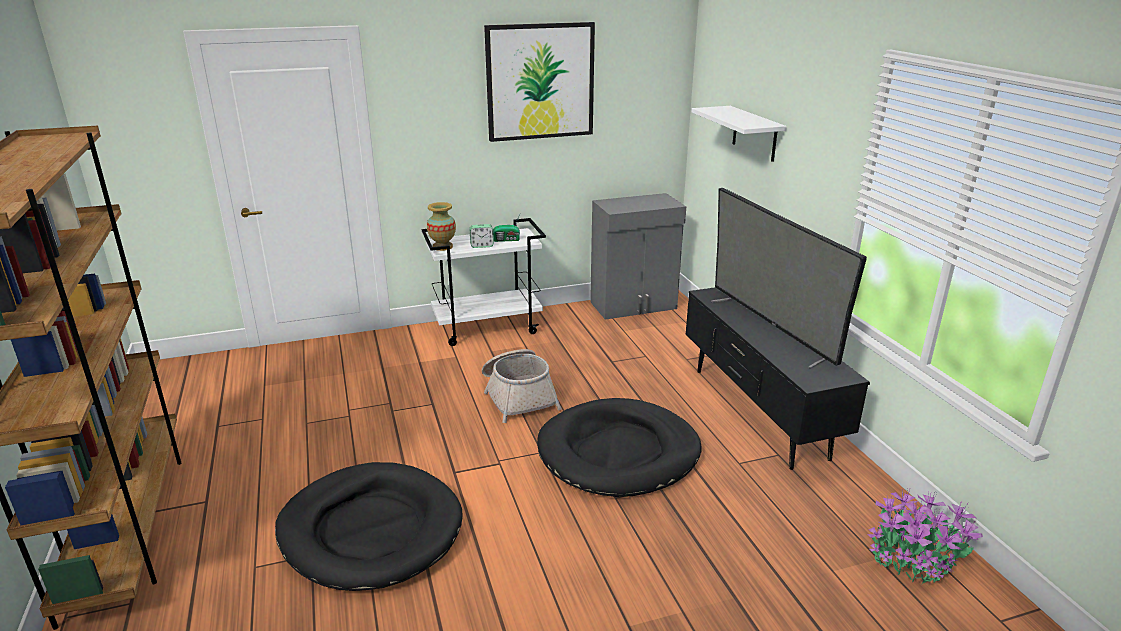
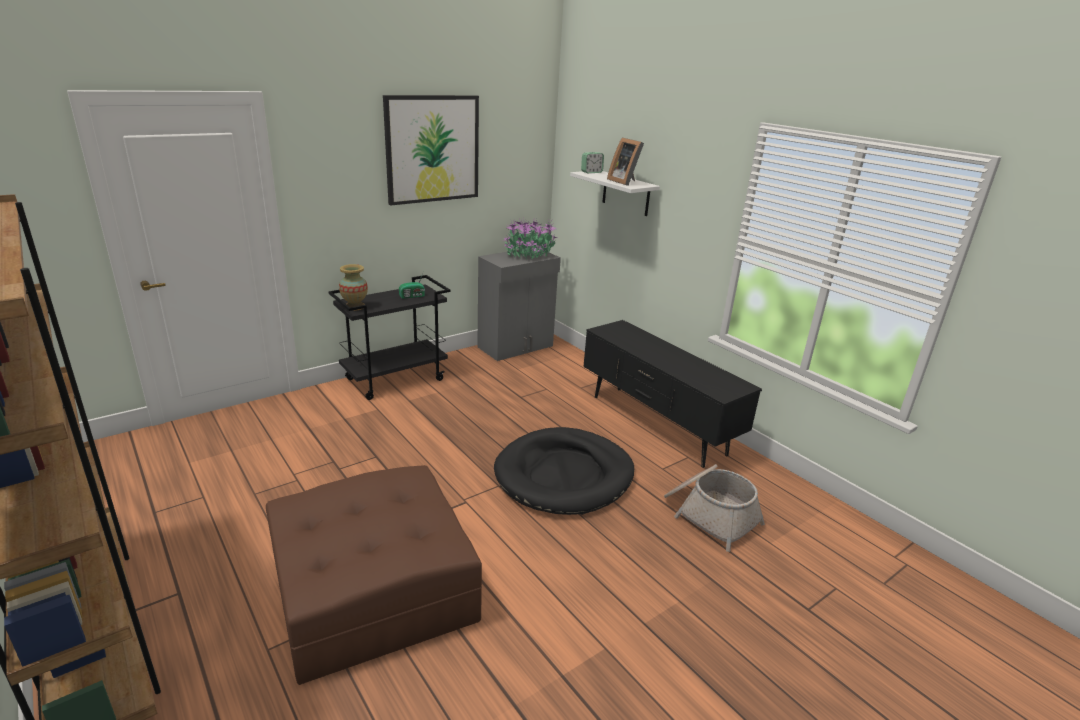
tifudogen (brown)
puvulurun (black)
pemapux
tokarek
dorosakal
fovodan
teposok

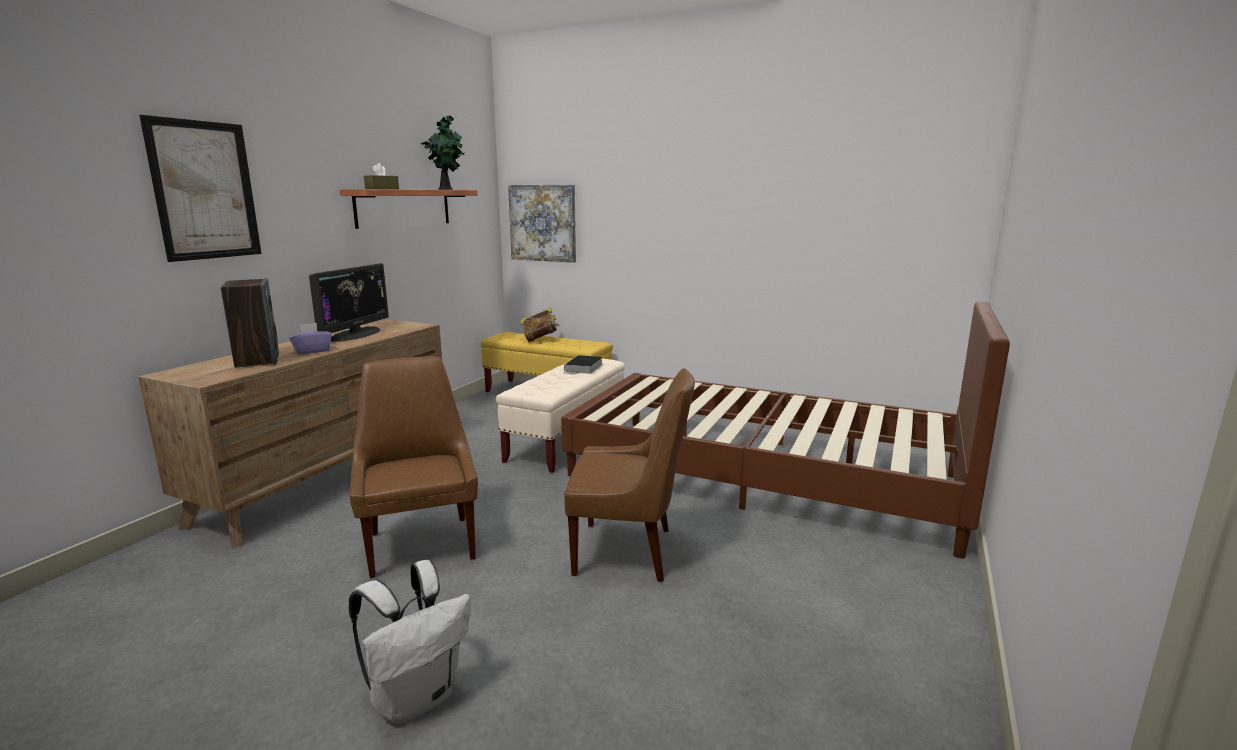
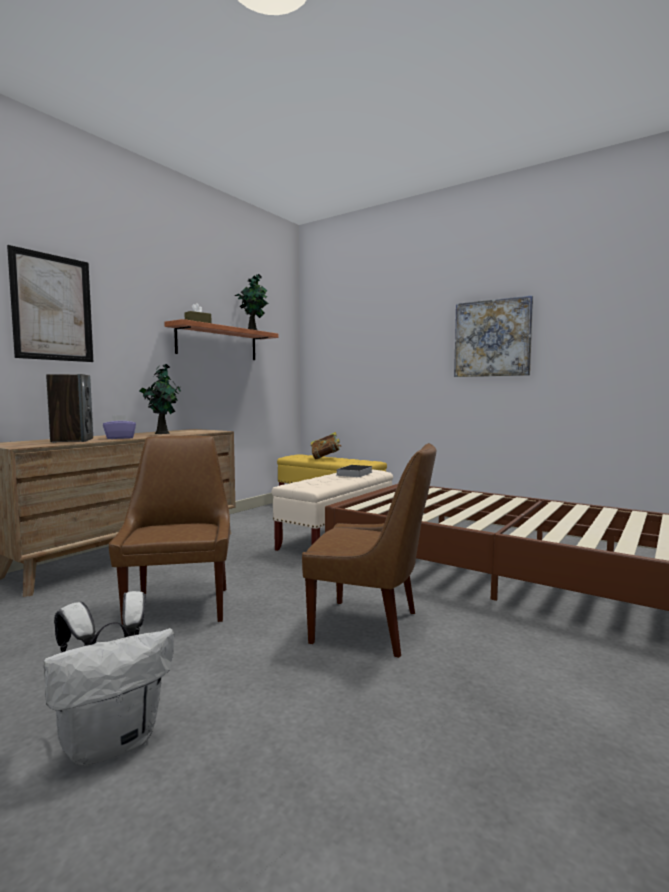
pemapux (1st from left)
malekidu (2nd from left)

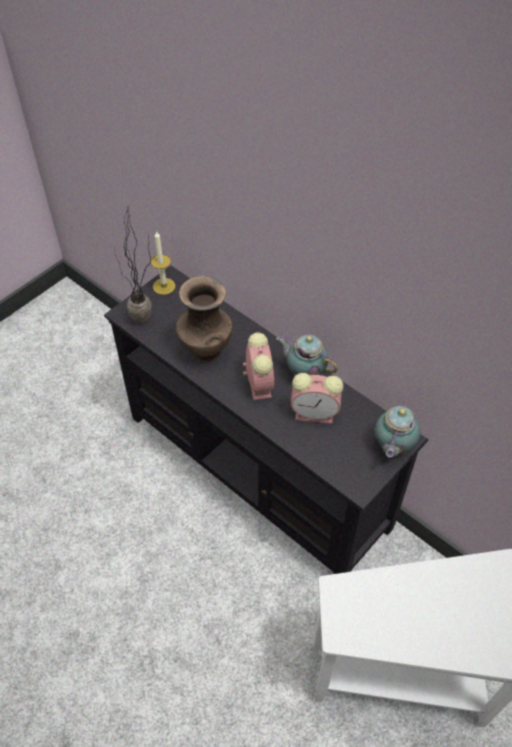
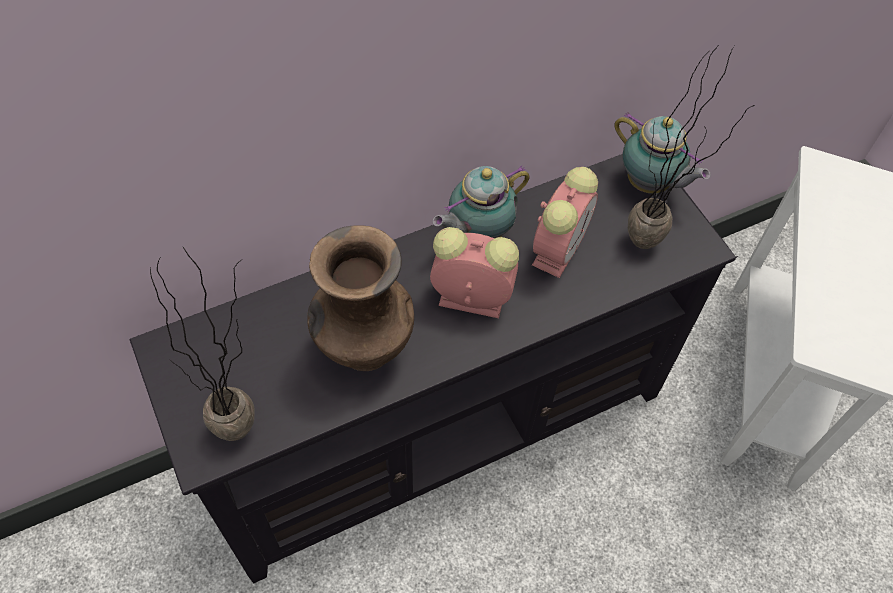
pemapux (2nd from left)
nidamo

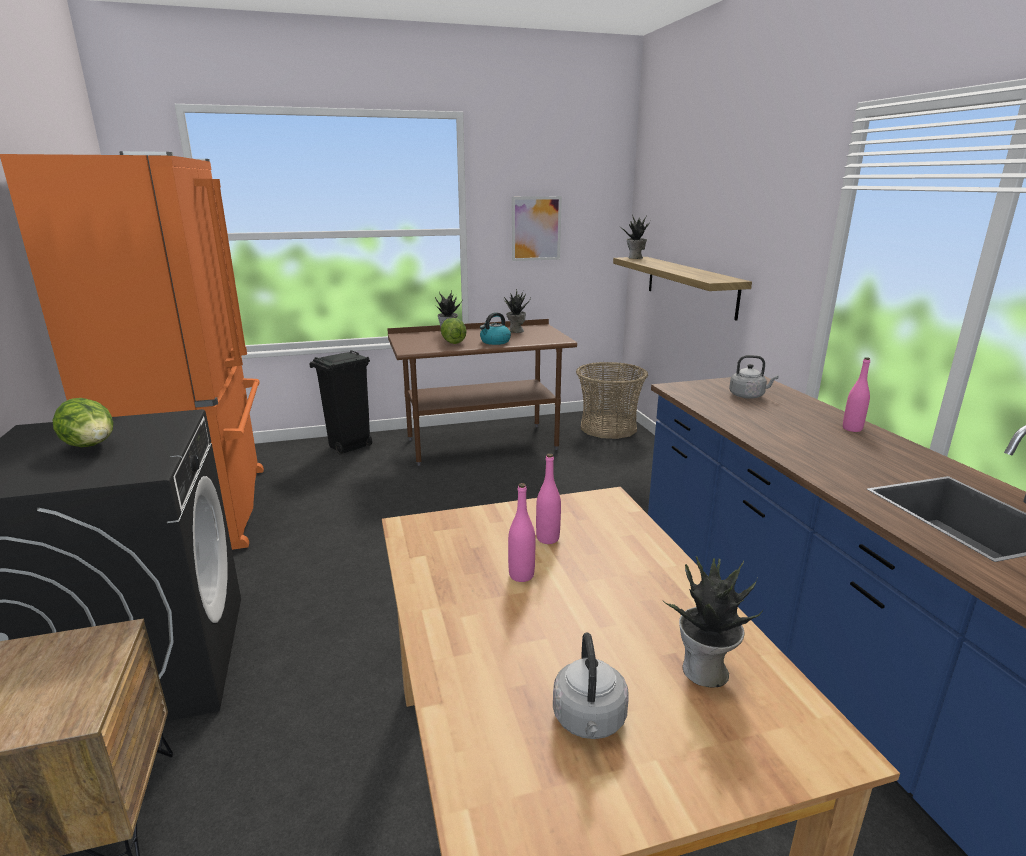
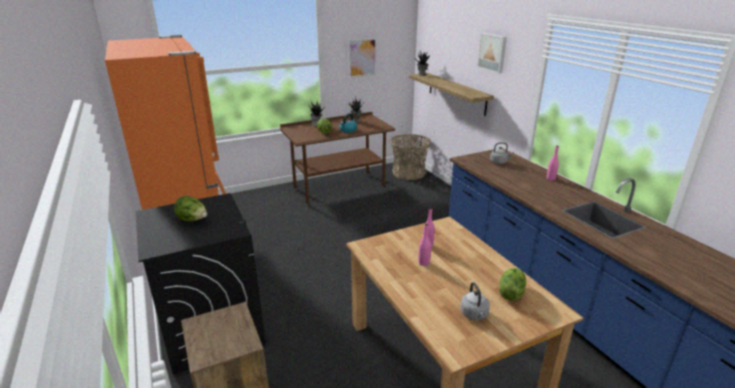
malekidu (2nd from left)
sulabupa (3rd from left)
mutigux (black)

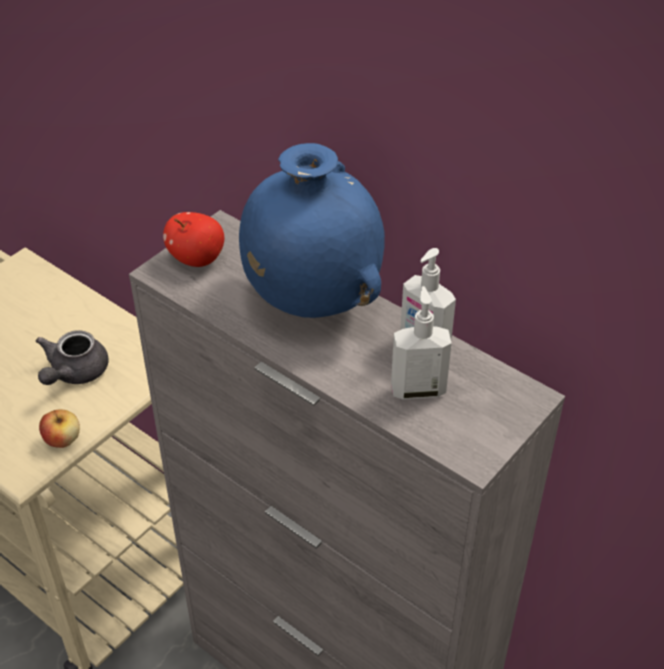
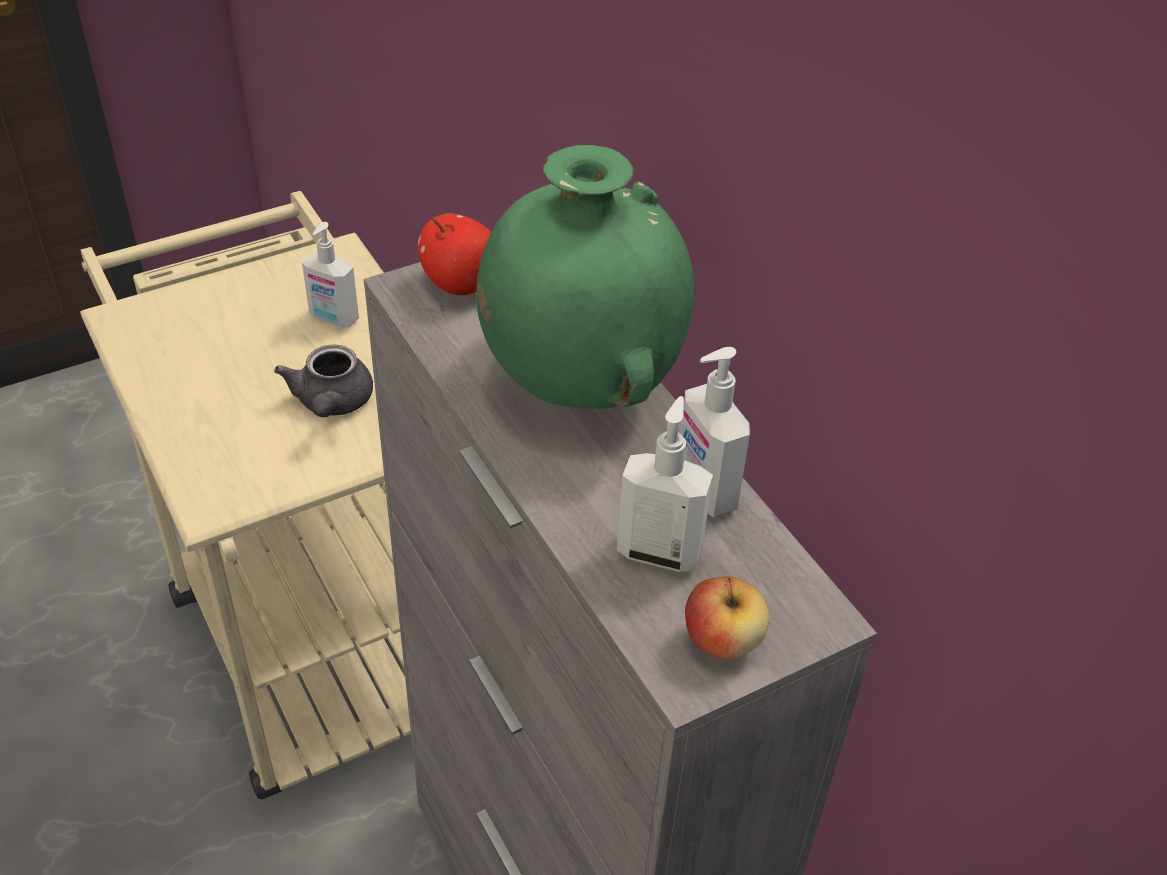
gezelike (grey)
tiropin (1st from left)
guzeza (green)
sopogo (2nd from left)

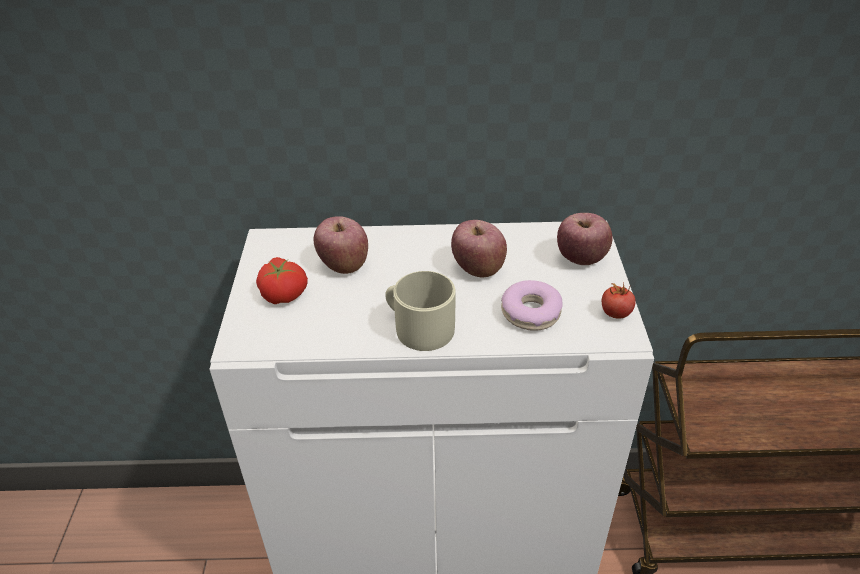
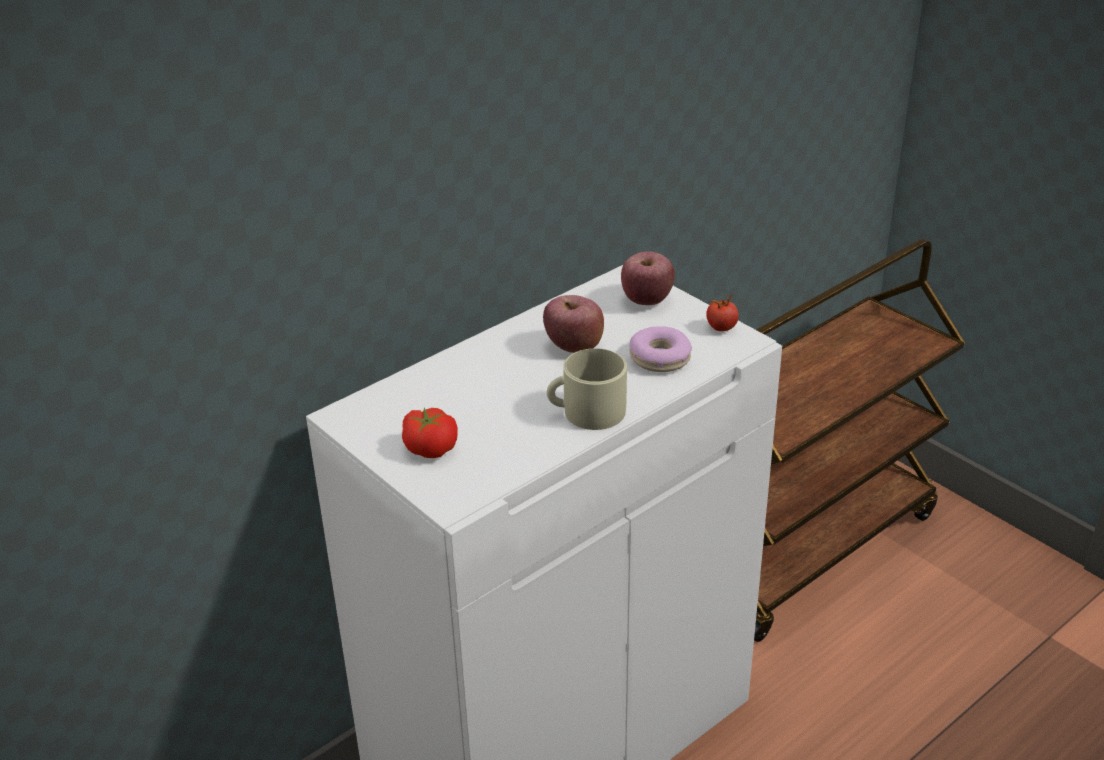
sopogo (1st from left in the first image)

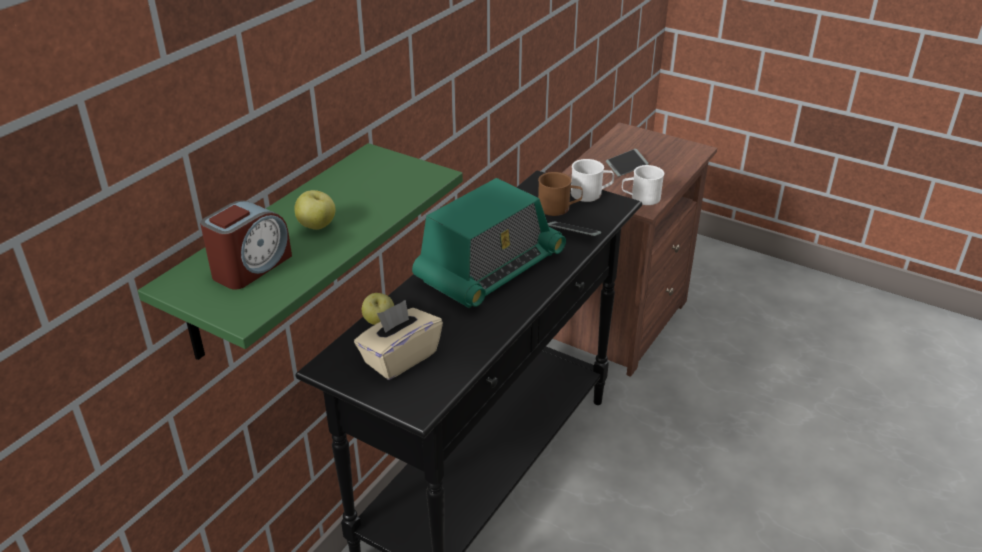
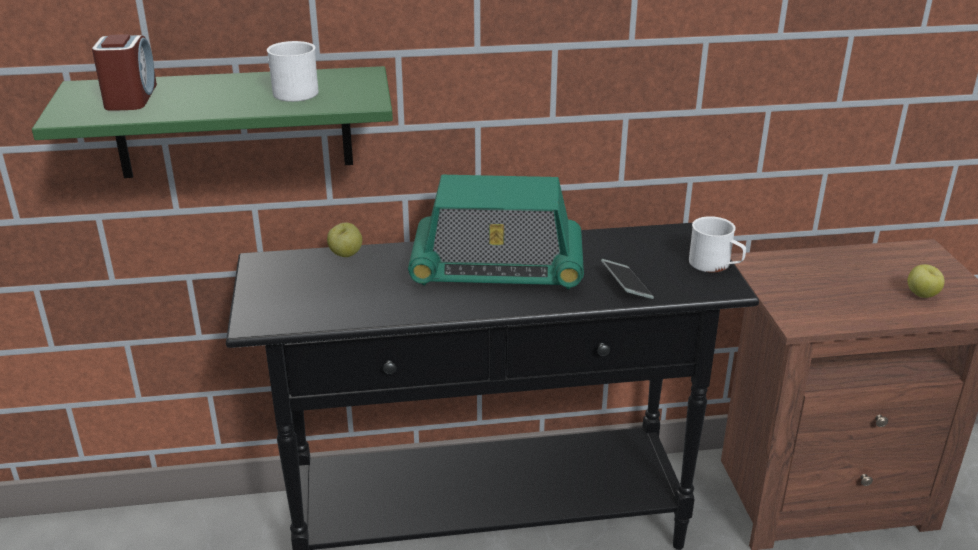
tokarek
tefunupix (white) (1st from left)
sopogo (2nd from left)
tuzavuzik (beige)
tefunupix (brown)
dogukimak (2nd from left in the first image)

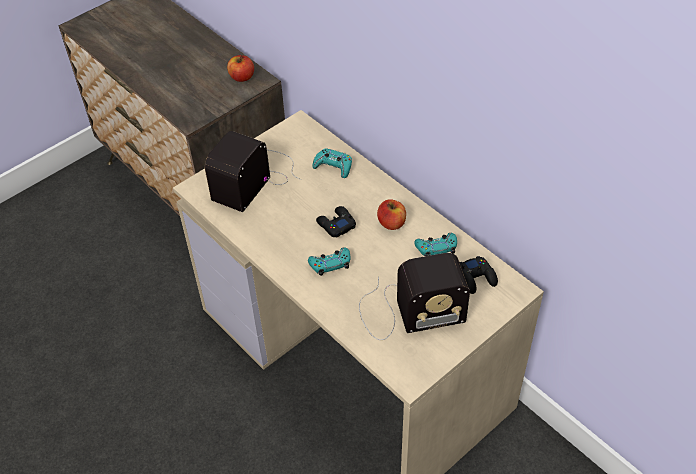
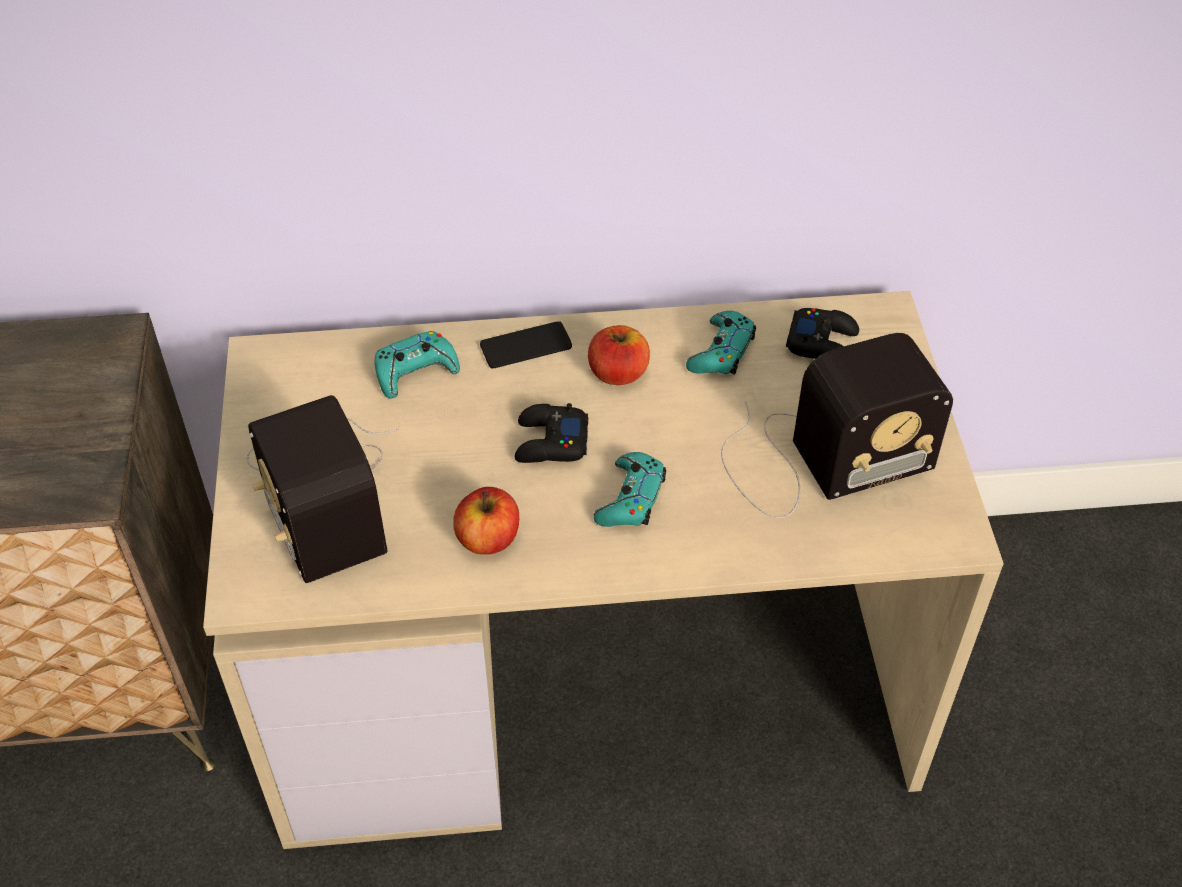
sopogo (1st from left)
dogukimak
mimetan (2nd from left)

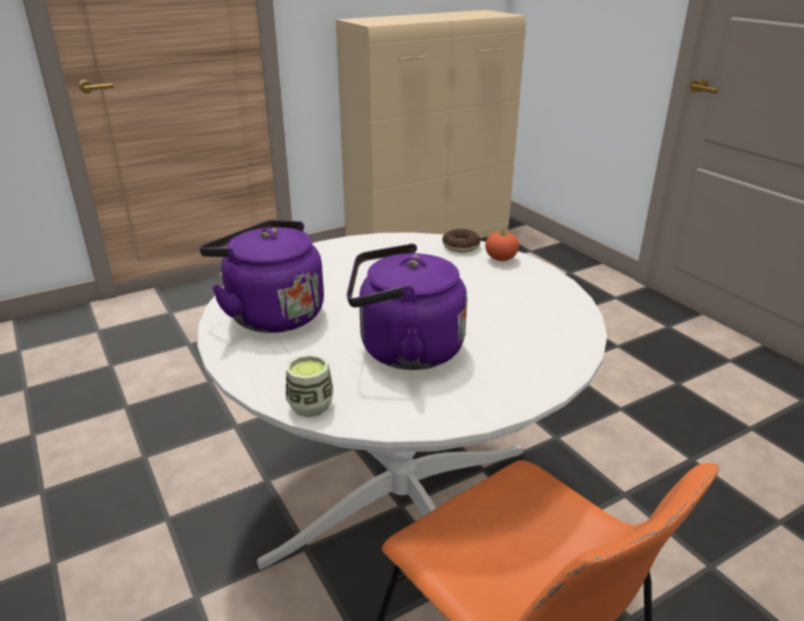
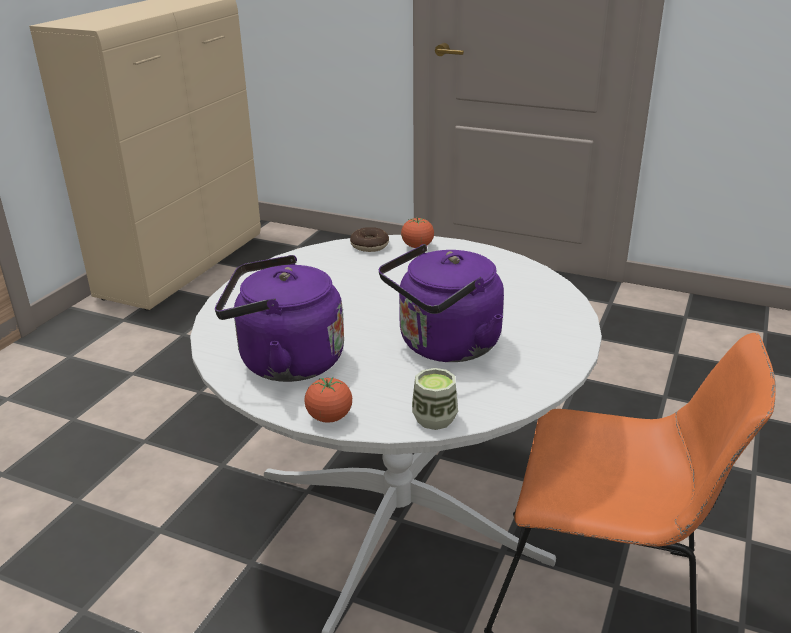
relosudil (1st from left)

